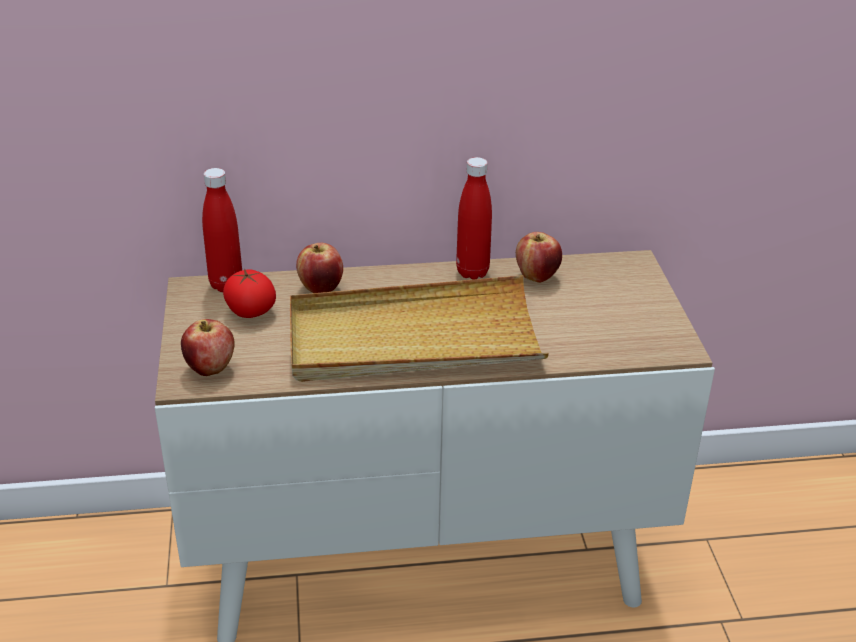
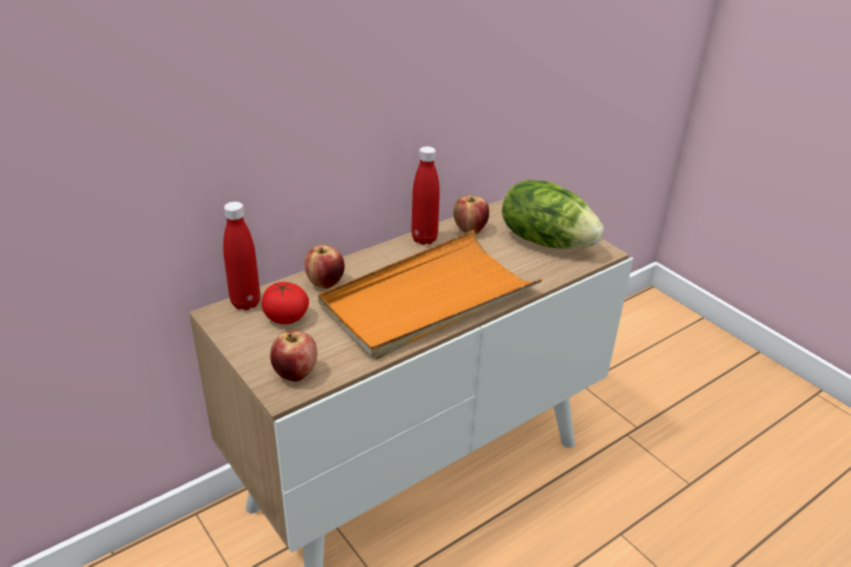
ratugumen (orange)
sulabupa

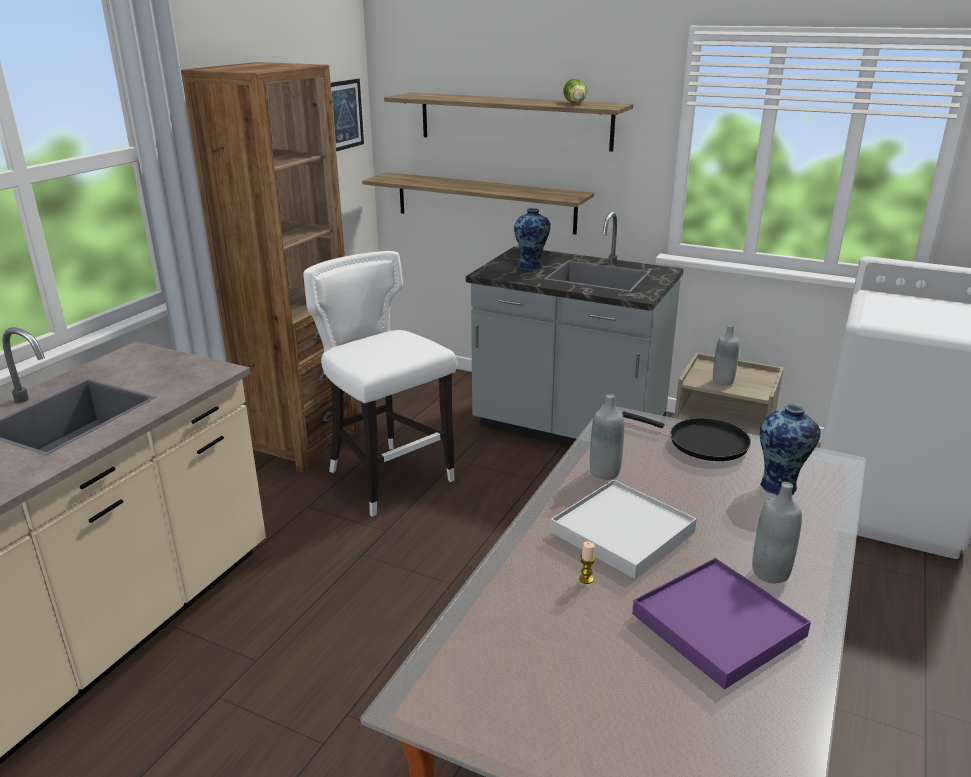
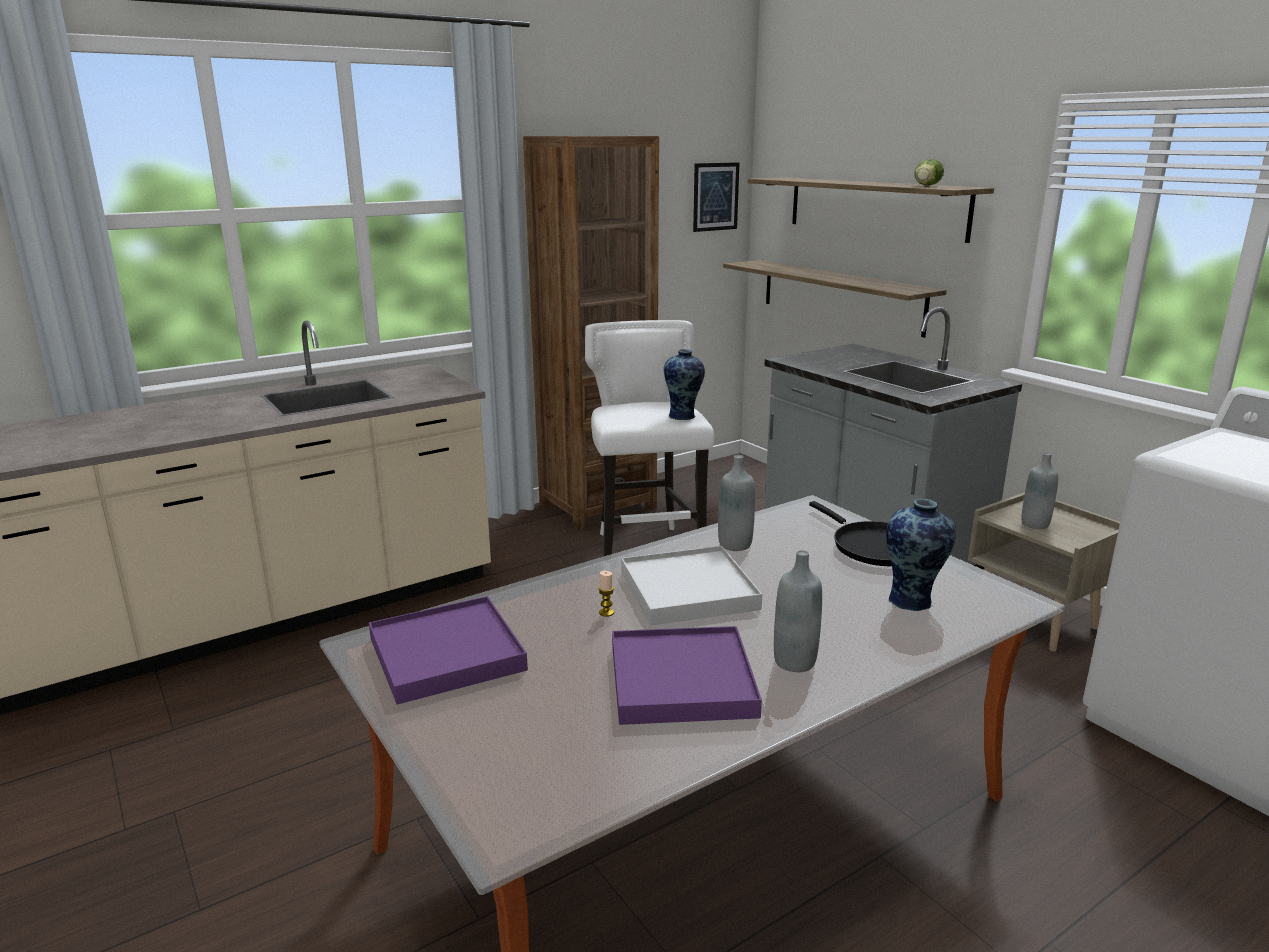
ratugumen (purple) (1st from left)
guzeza (1st from left)

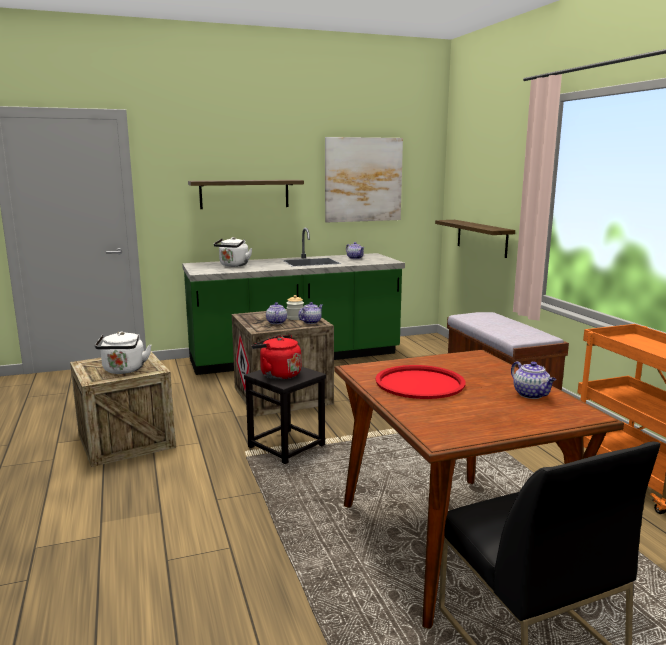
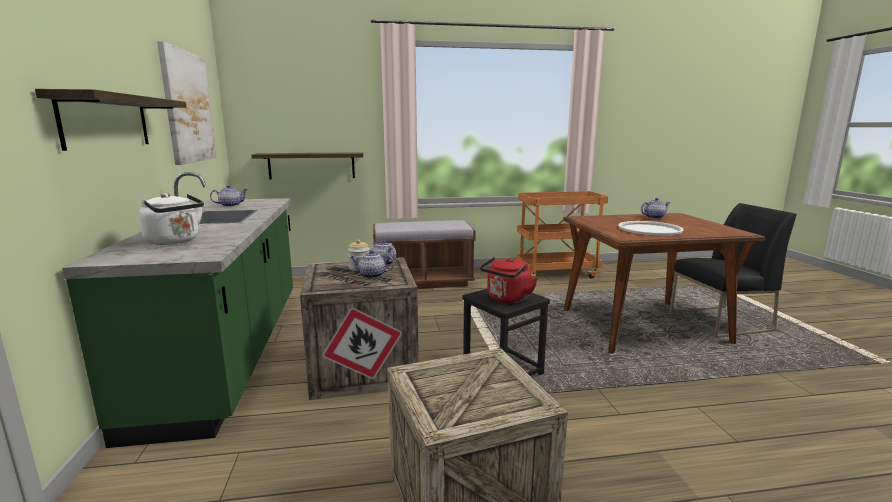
ratugumen (white)
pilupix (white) (1st from left in the first image)

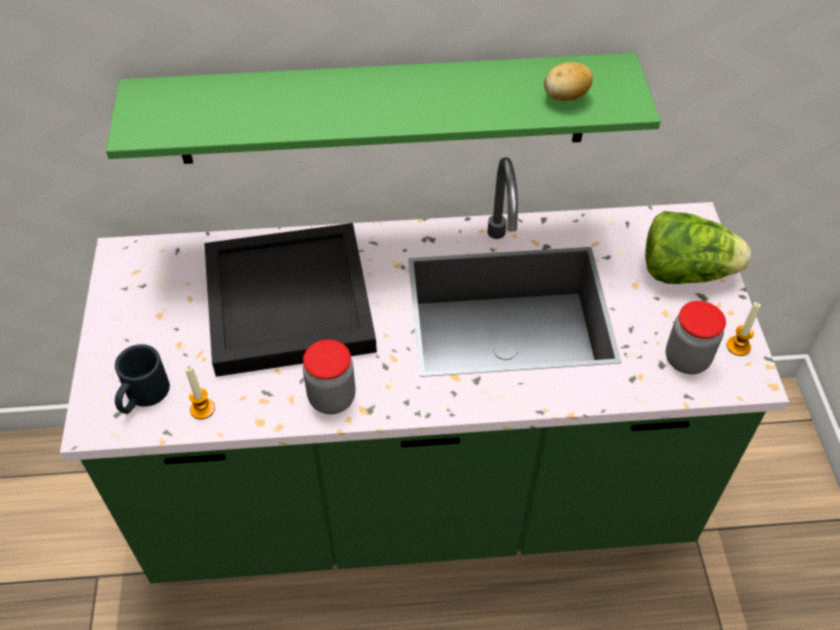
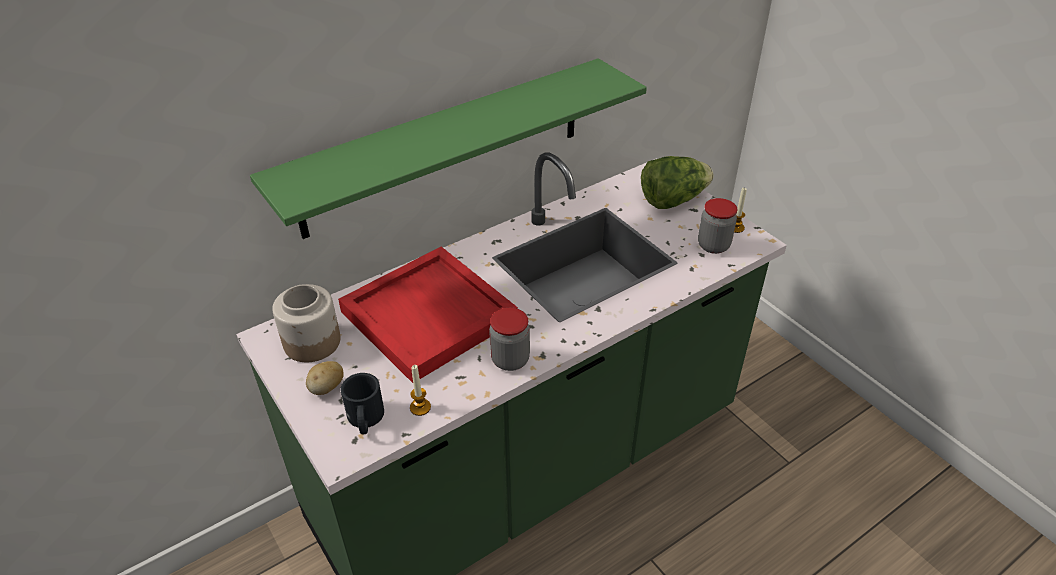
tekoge (1st from left)
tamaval
ratugumen (red)

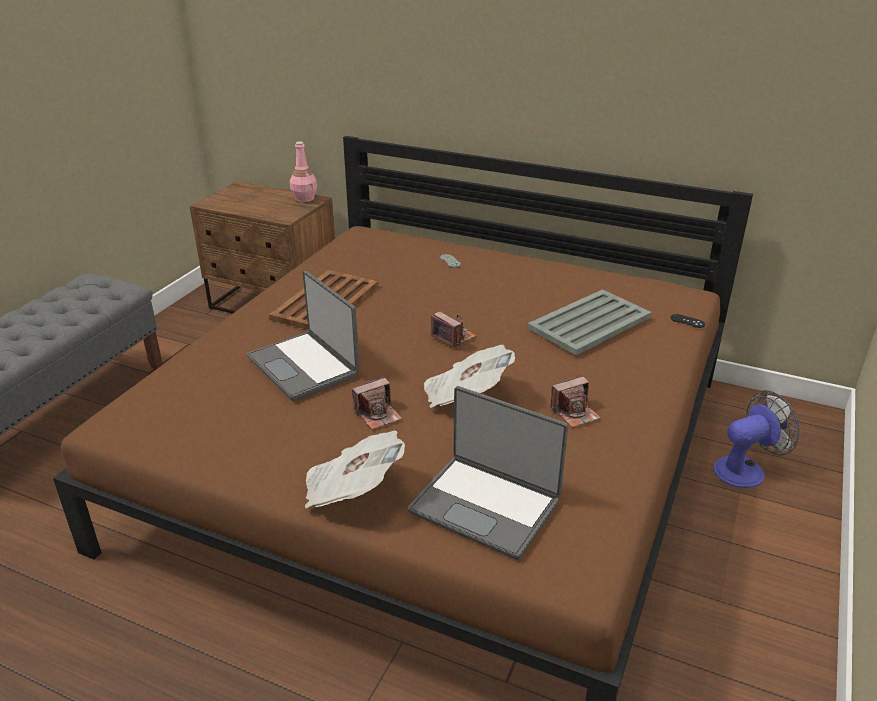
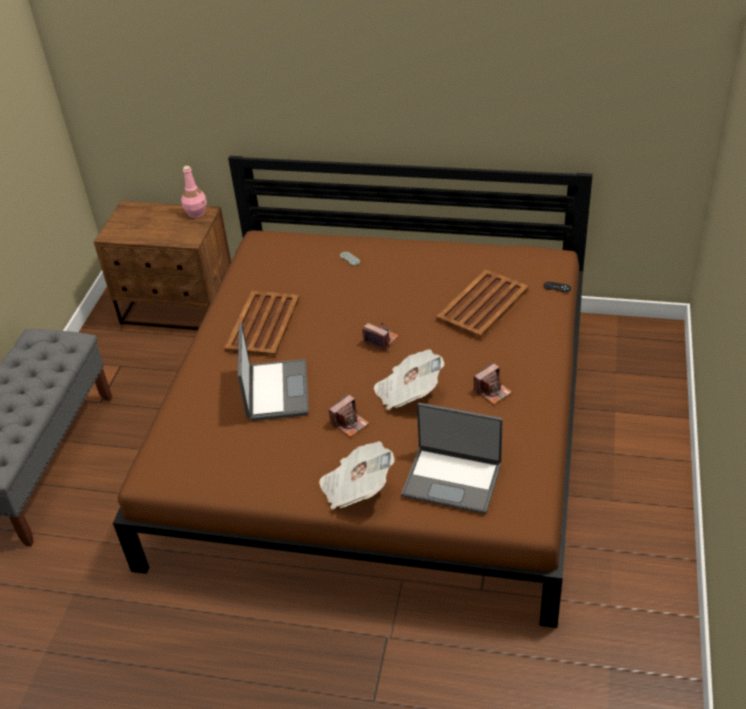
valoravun (1st from left)
ratugumen (brown) (2nd from left)
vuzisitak

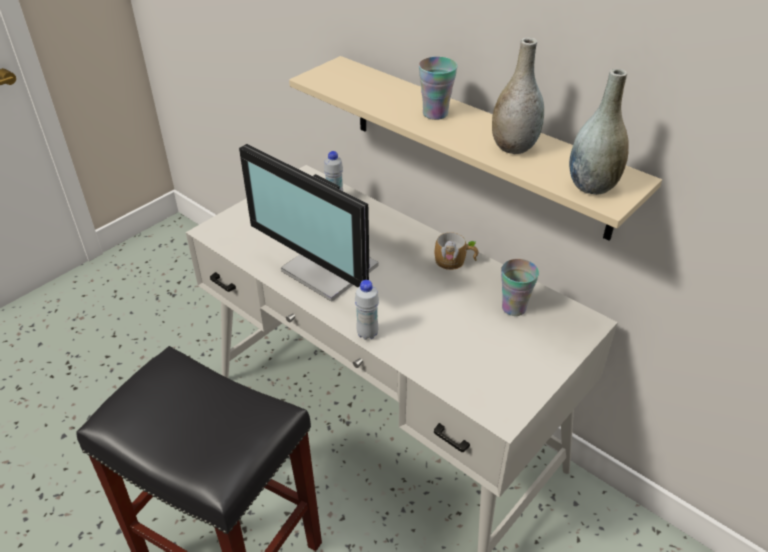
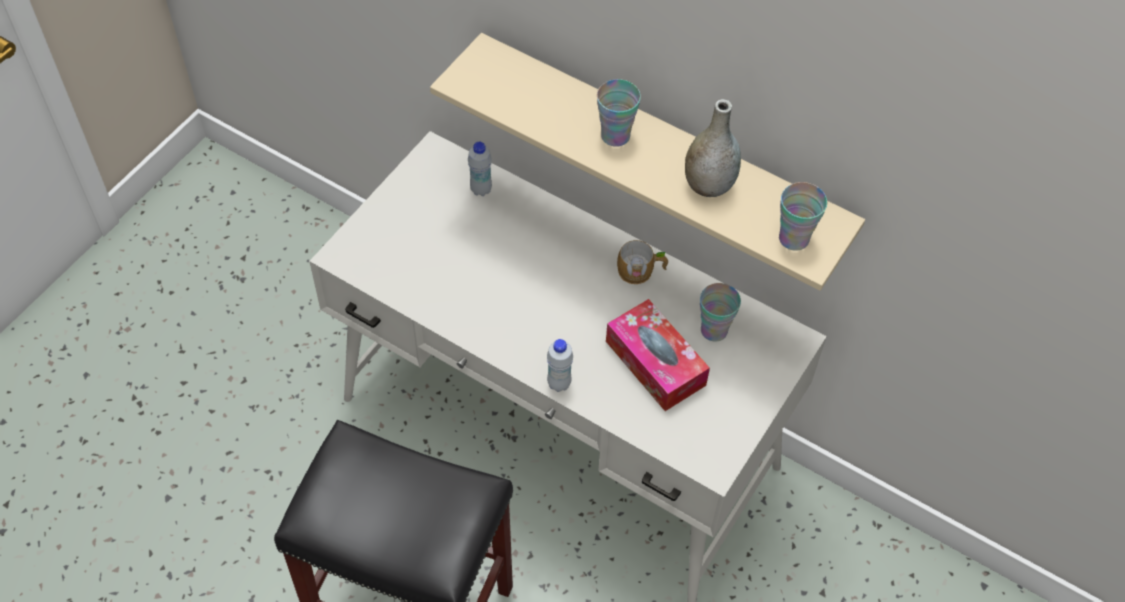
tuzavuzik
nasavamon (3rd from left)
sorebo

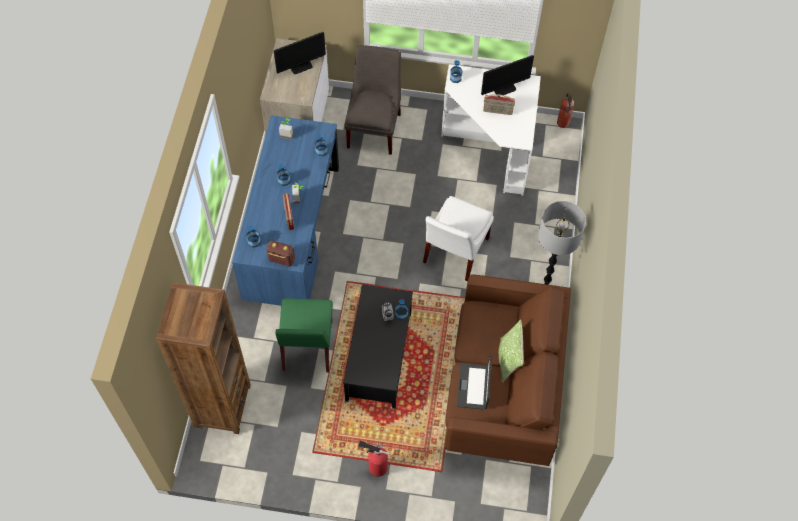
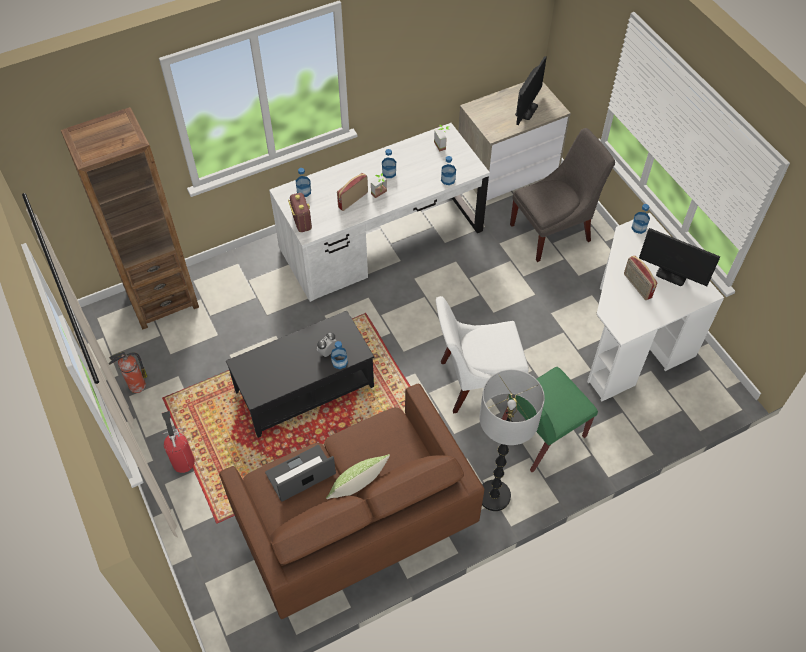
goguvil (1st from left)
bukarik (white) (1st from left)
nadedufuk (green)
sorebo (1st from left)

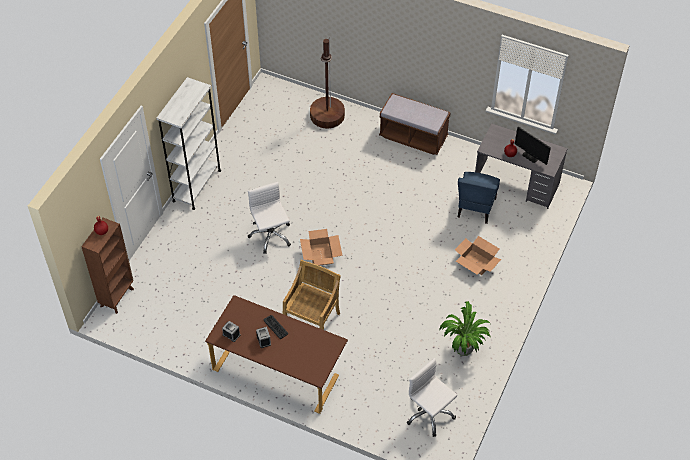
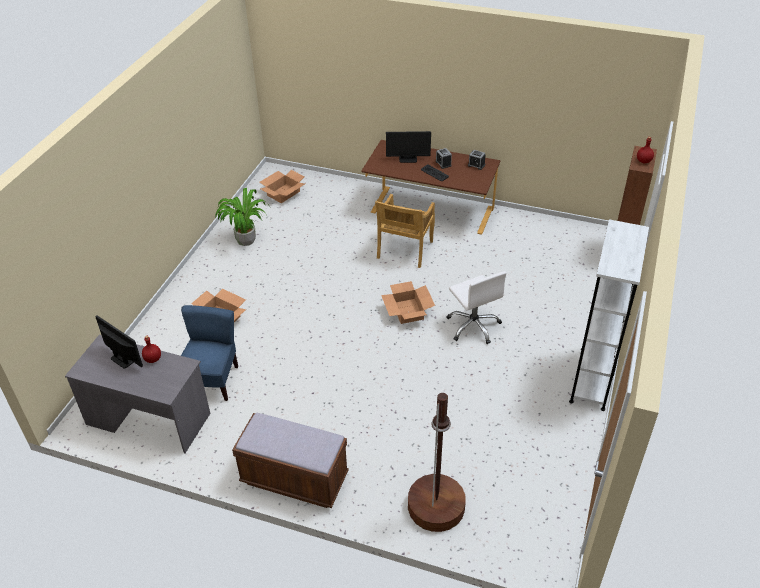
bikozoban (2nd from left)
sorebo (2nd from left)

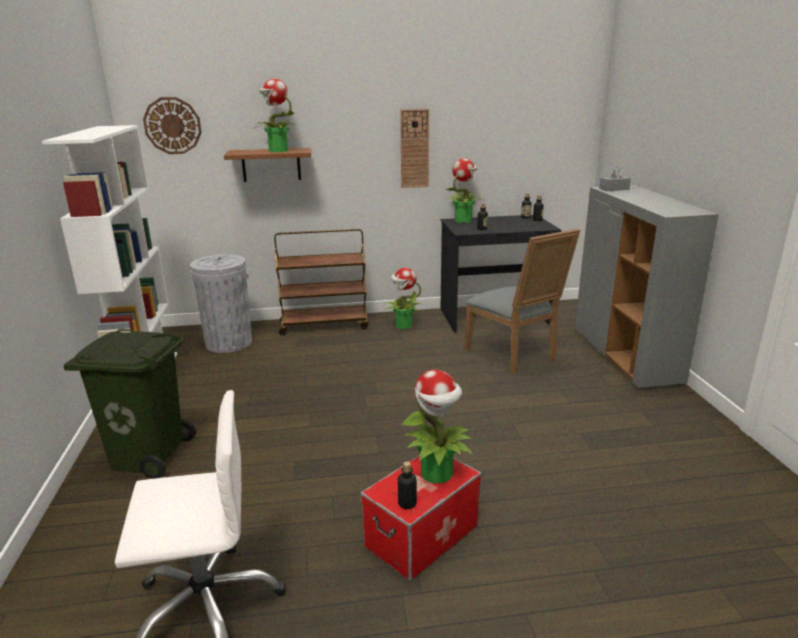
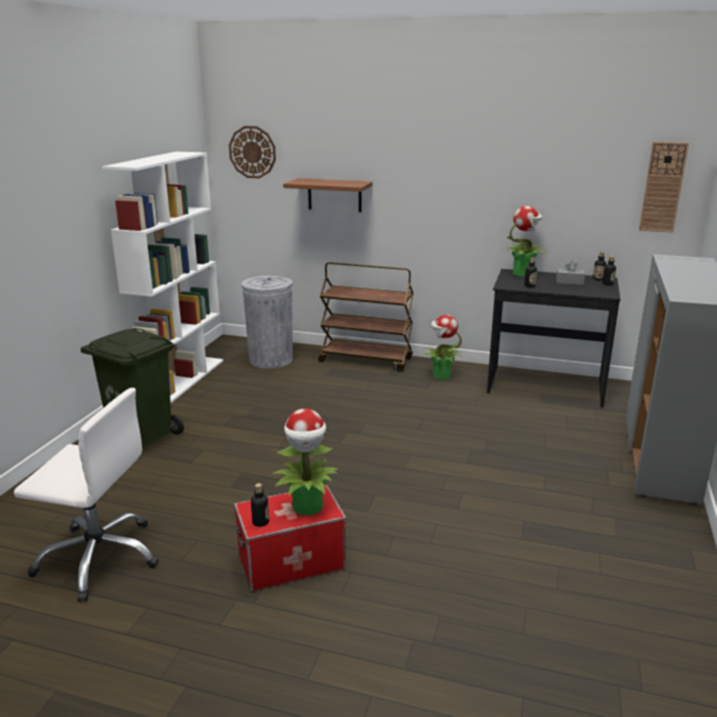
tuzavuzik (grey)
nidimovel (2nd from left)
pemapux (1st from left in the first image)
nadedufuk (grey)

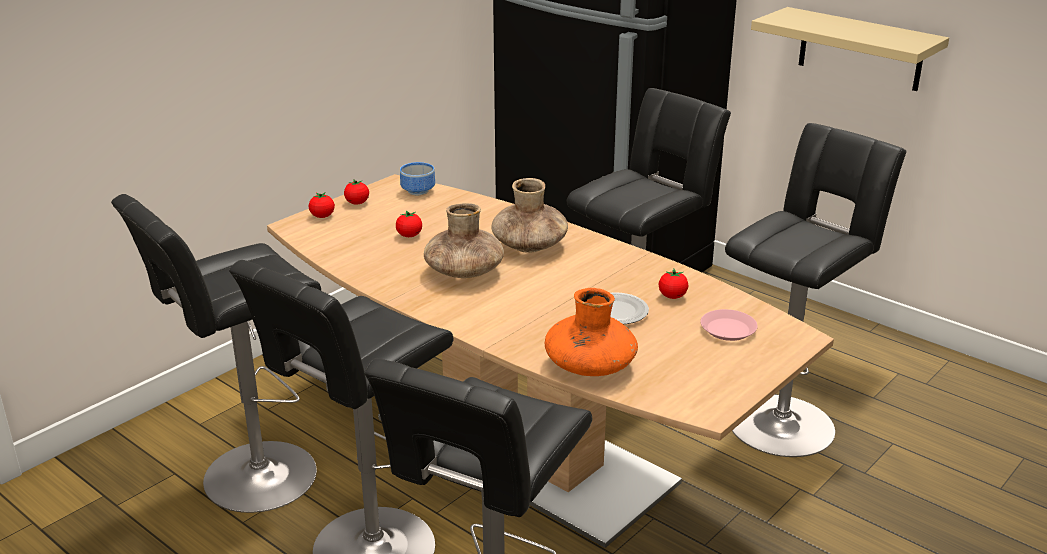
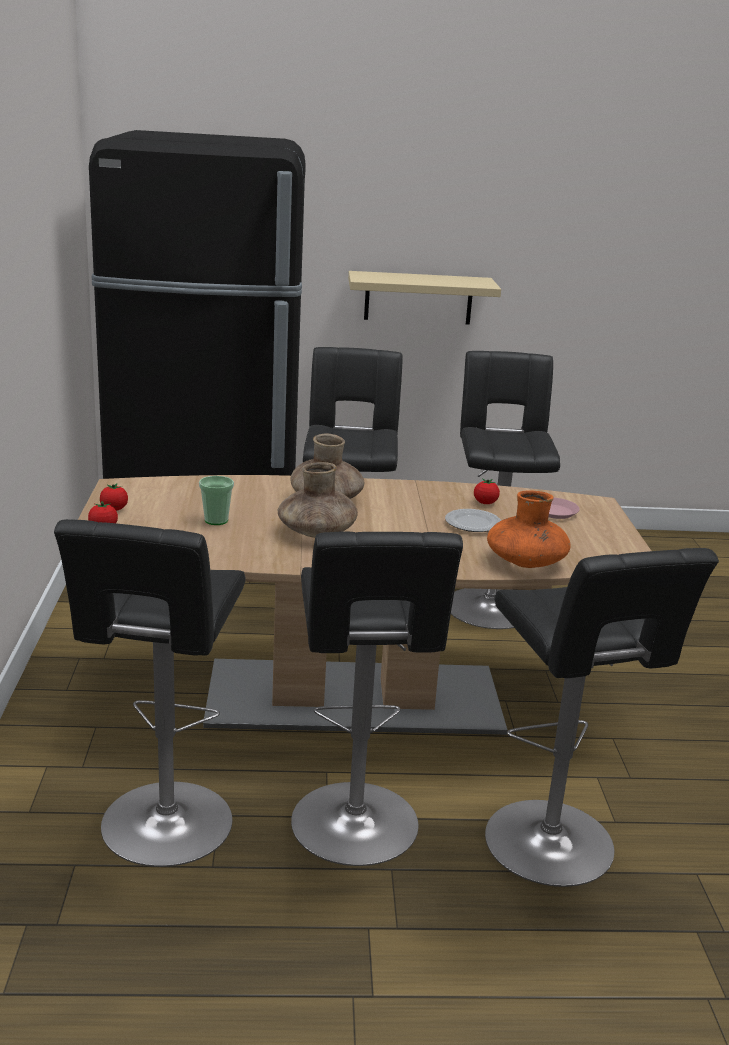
nasavamon
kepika

